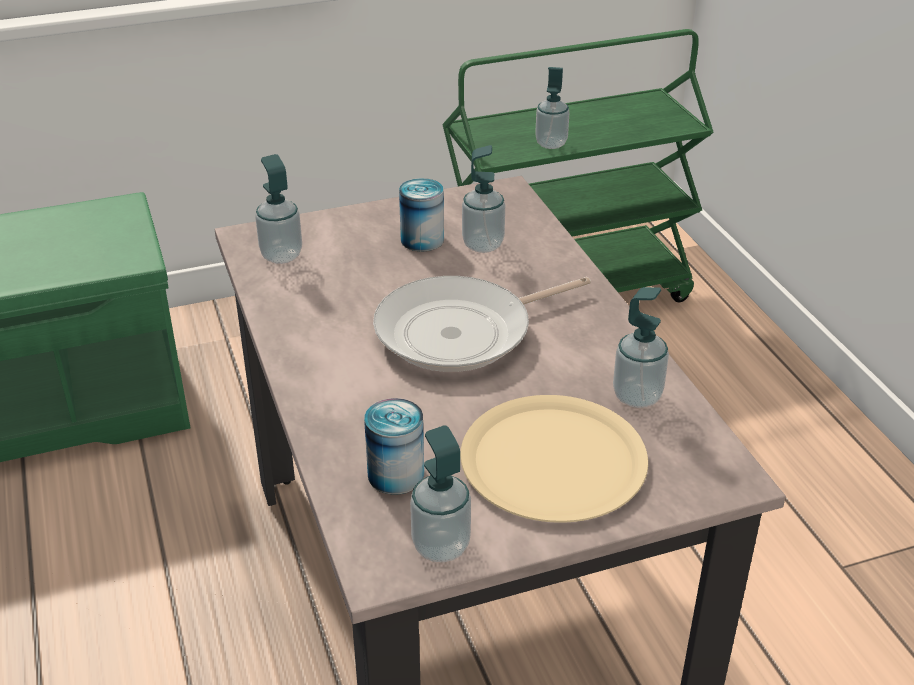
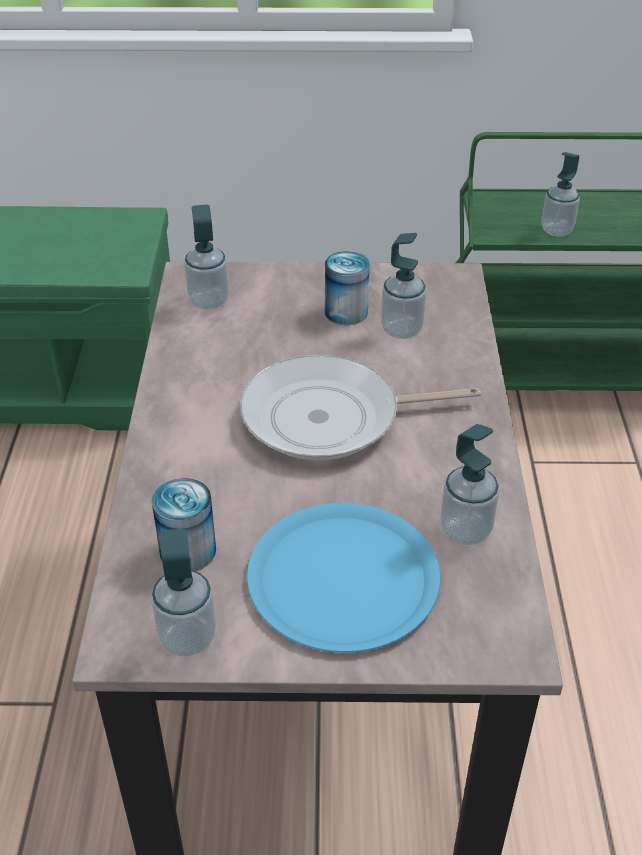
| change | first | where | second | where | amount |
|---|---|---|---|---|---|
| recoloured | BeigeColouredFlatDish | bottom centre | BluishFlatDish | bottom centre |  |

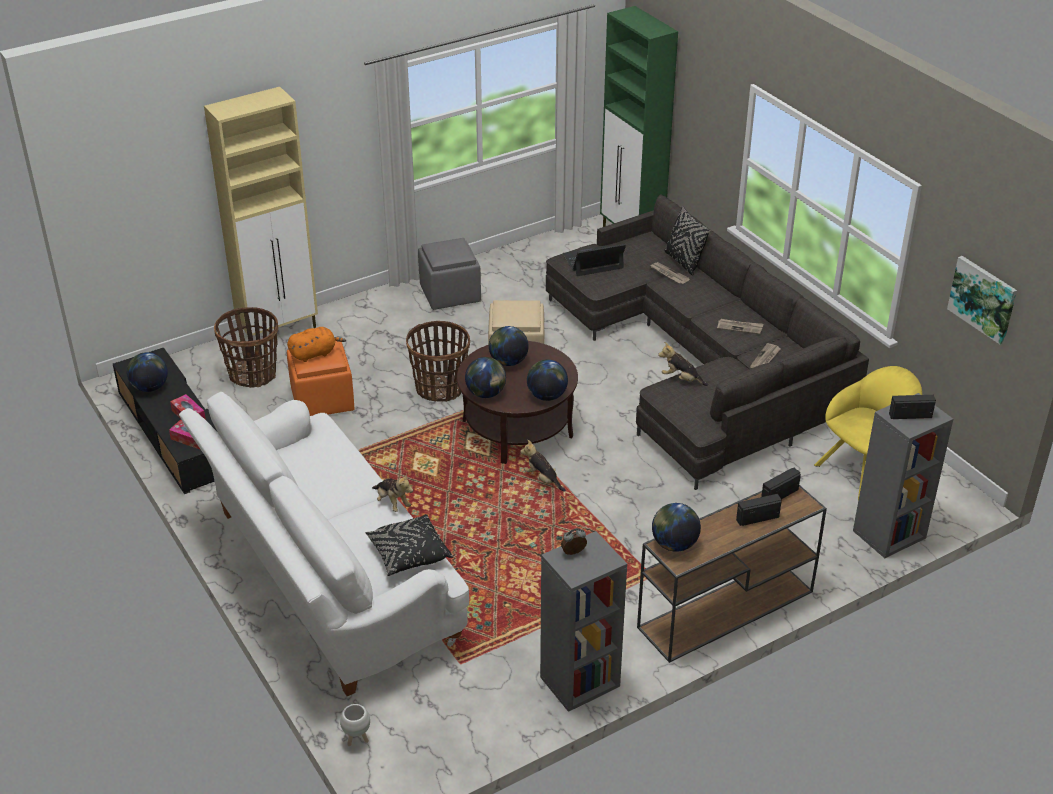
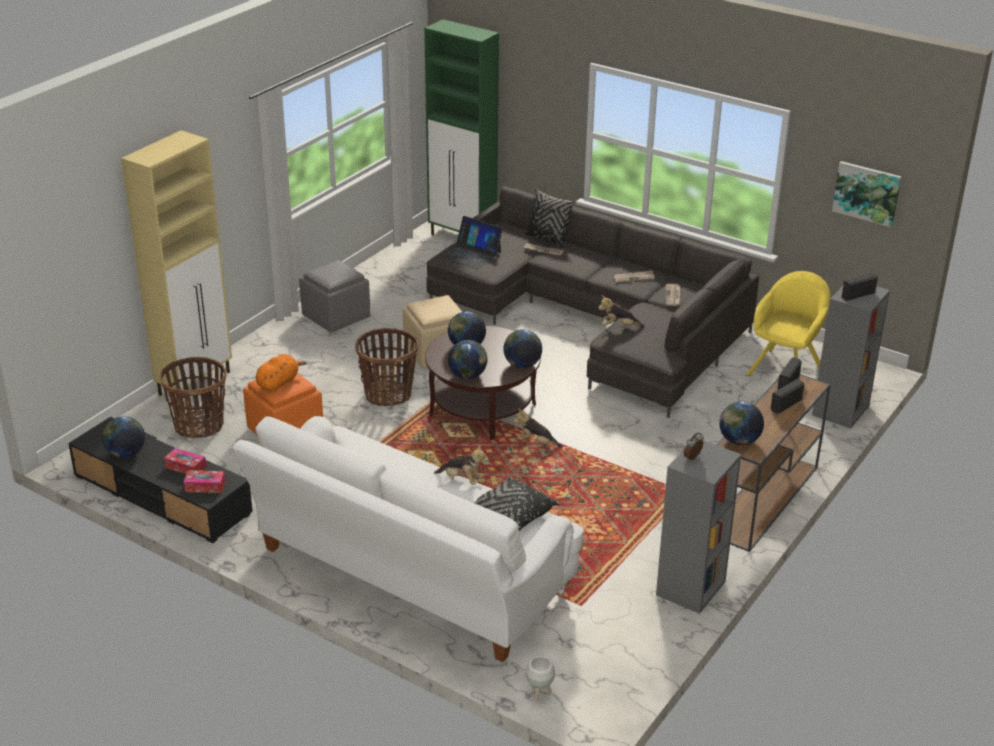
| change | first | where | second | where | amount |
|---|---|---|---|---|---|
| turned | NotebookComputer | top centre |  | top centre | 105 degrees counterclockwise |

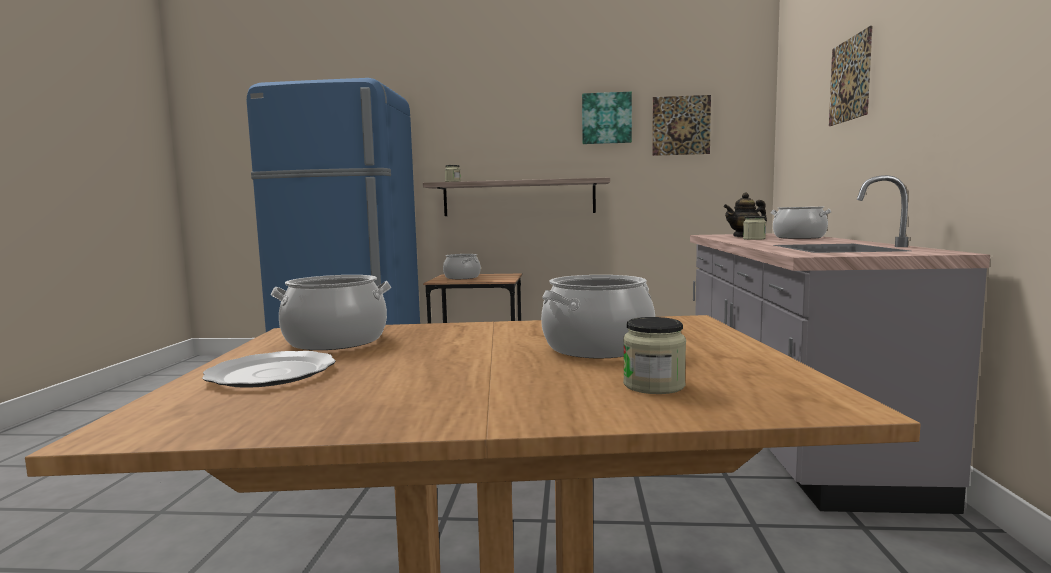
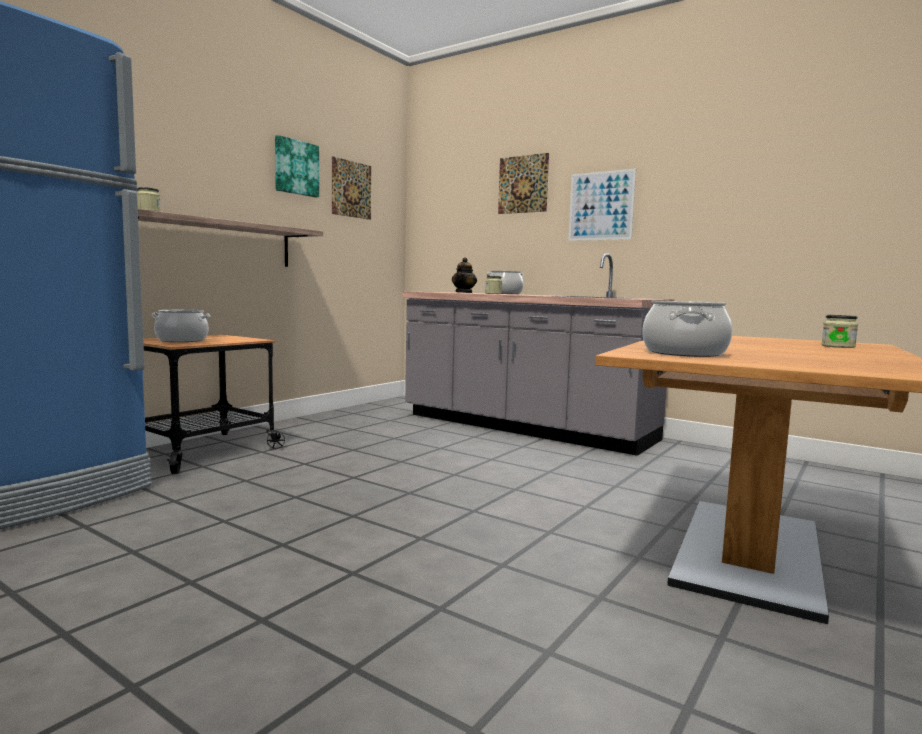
| change | first | where | second | where | amount |
|---|---|---|---|---|---|
| removed | FlatDish | middle left |  |  |  |
| removed | Stockpot (3rd from left) | centre |  |  |  |
| added |  |  | Picture (4th from left) | top centre |  |

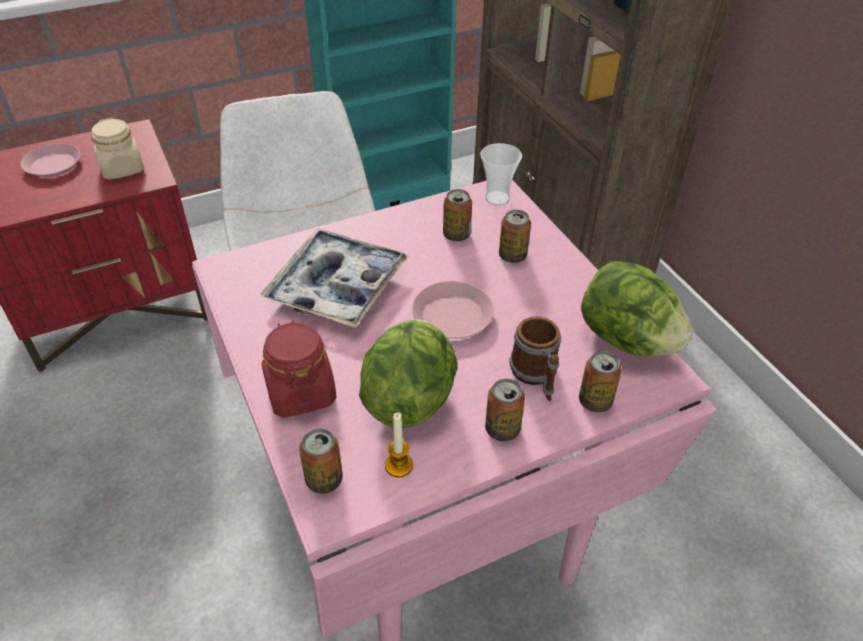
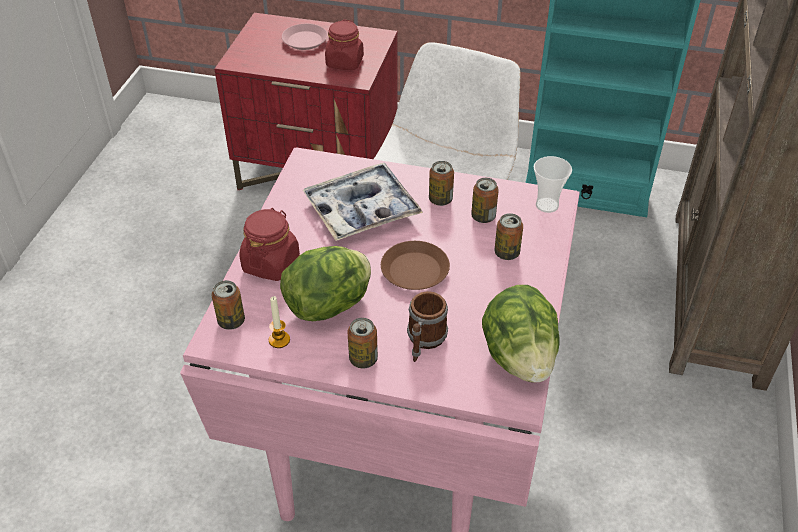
| change | first | where | second | where | amount |
|---|---|---|---|---|---|
| recoloured | BeigeColouredPreserveJar | top left | RedPreserveJar (2nd from left) | top centre |  |
| recoloured | PinkColouredFlatDish (2nd from left) | centre | BrownFlatDish | centre |  |
| moved | Can (5th from left in the first image) | middle right | Can (3rd from left) | centre |  |

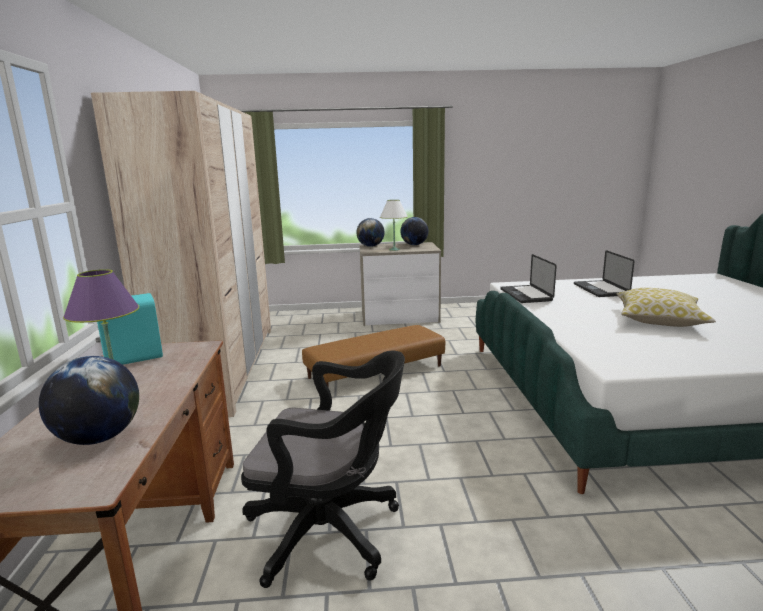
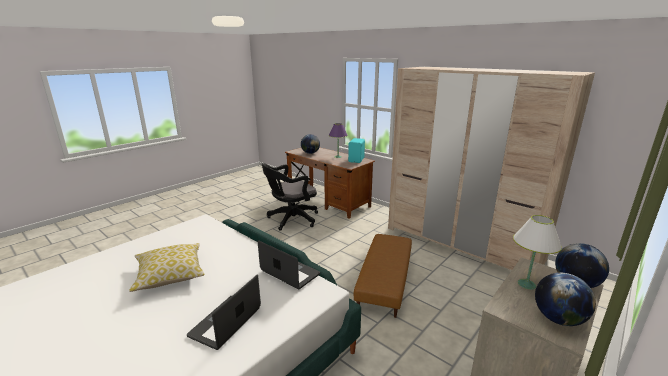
| change | first | where | second | where | amount |
|---|---|---|---|---|---|
| turned | NotebookComputer (2nd from left in the first image) | middle right | NotebookComputer (1st from left) | bottom centre | 105 degrees counterclockwise |

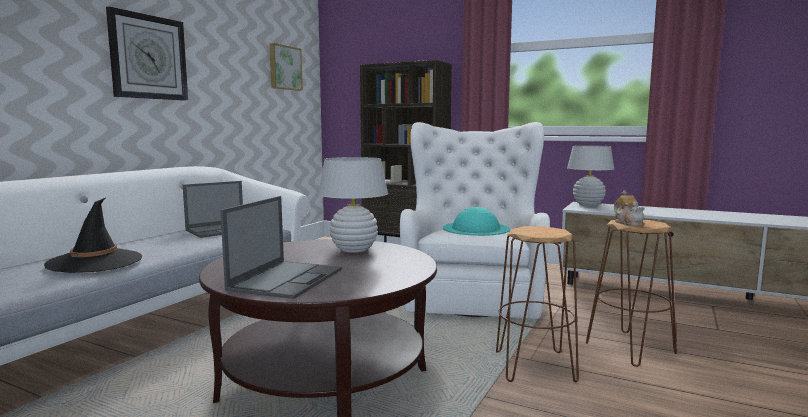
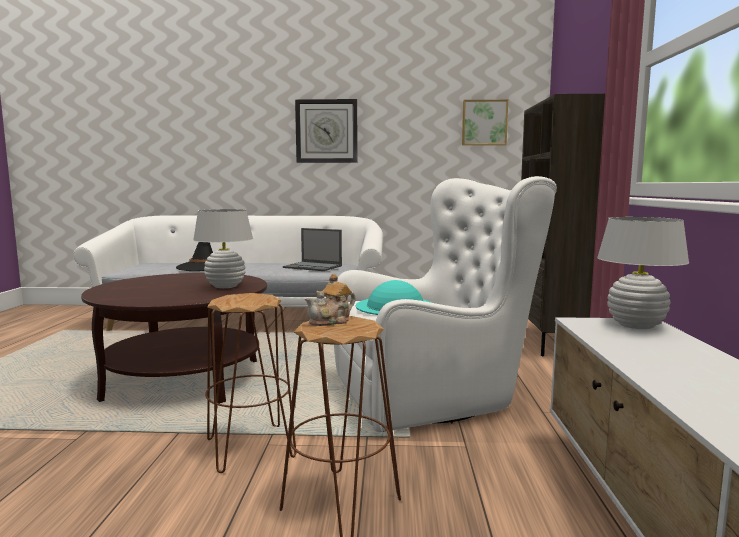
| change | first | where | second | where | amount |
|---|---|---|---|---|---|
| removed | NotebookComputer (2nd from left) | centre |  |  |  |

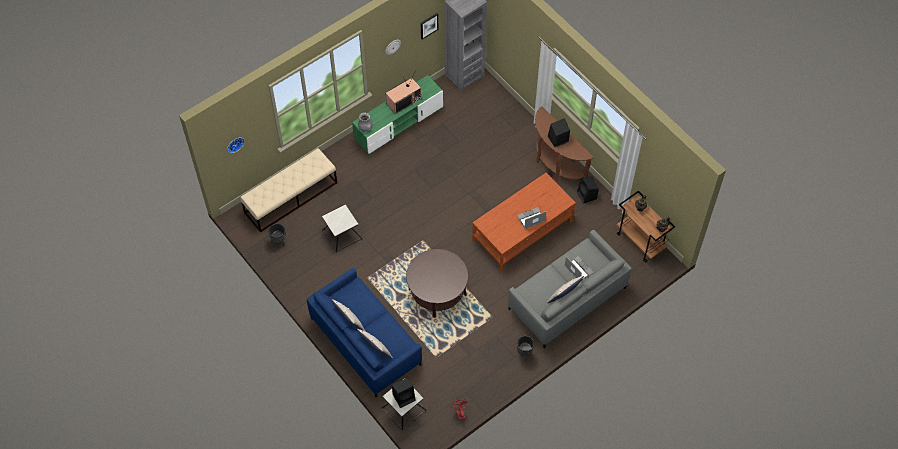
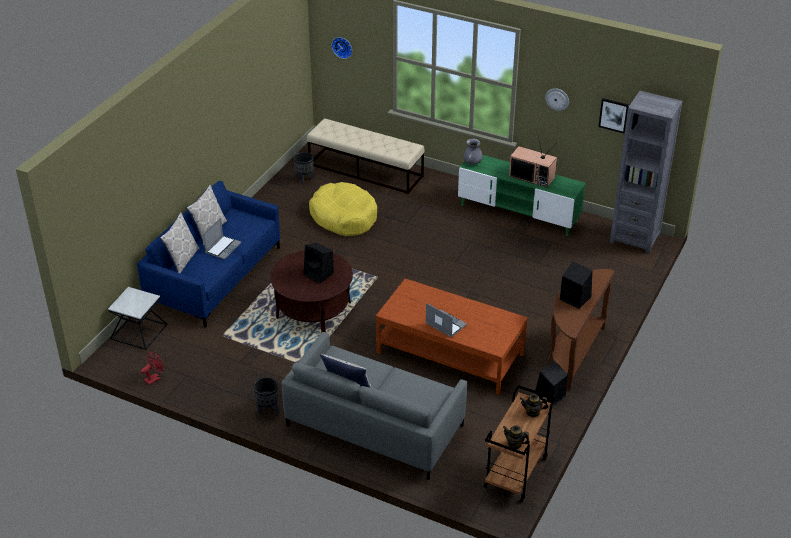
| change | first | where | second | where | amount |
|---|---|---|---|---|---|
| replaced | EndTable (1st from left) | centre | YellowColouredPetBed | centre |  |
| moved | BlackColouredLoudspeaker (1st from left) | bottom centre |  | centre |  |
| moved | NotebookComputer (2nd from left in the first image) | centre | NotebookComputer (1st from left) | middle left |  |

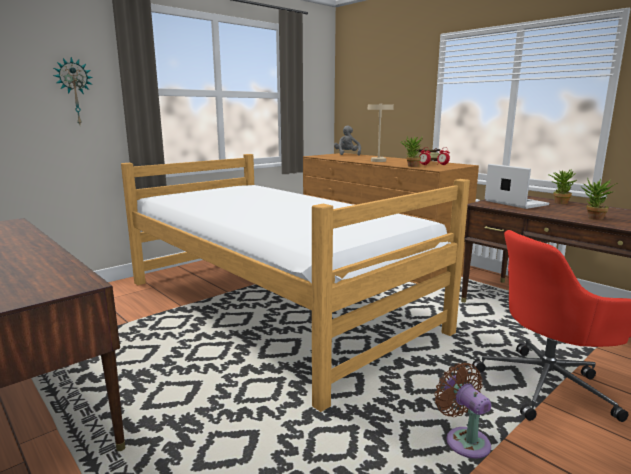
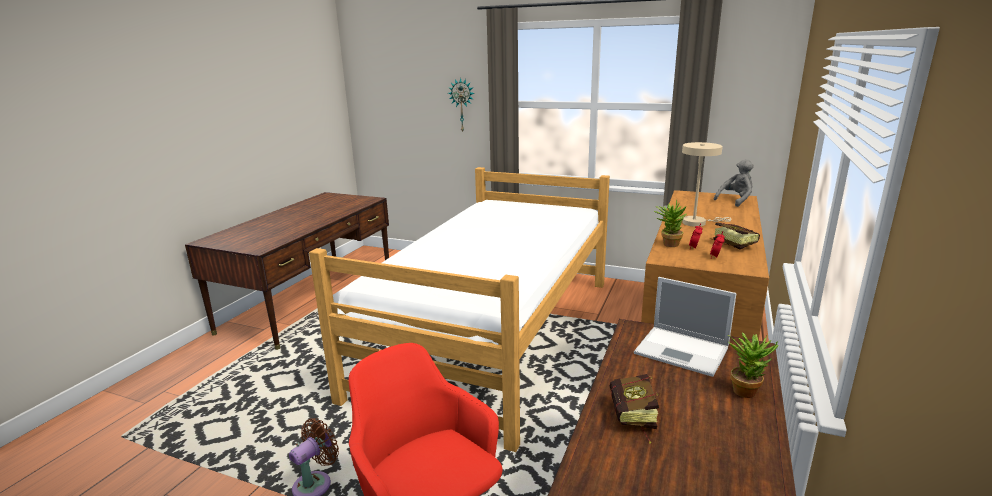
| change | first | where | second | where | amount |
|---|---|---|---|---|---|
| turned | NotebookComputer | middle right |  | middle right | 90 degrees clockwise |
| replaced | Houseplant (3rd from left) | middle right | Volume (1st from left) | bottom centre |  |

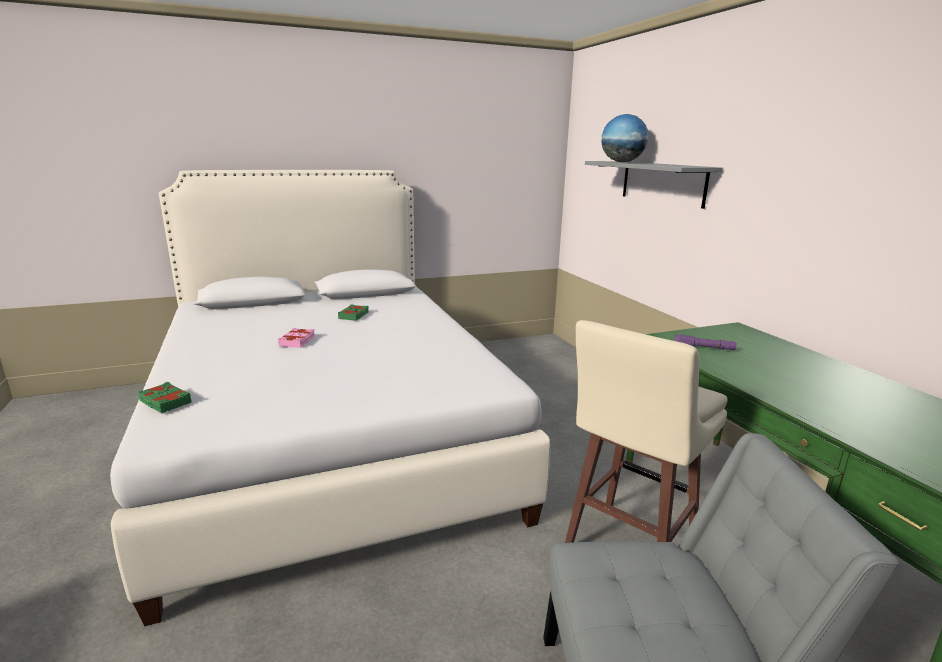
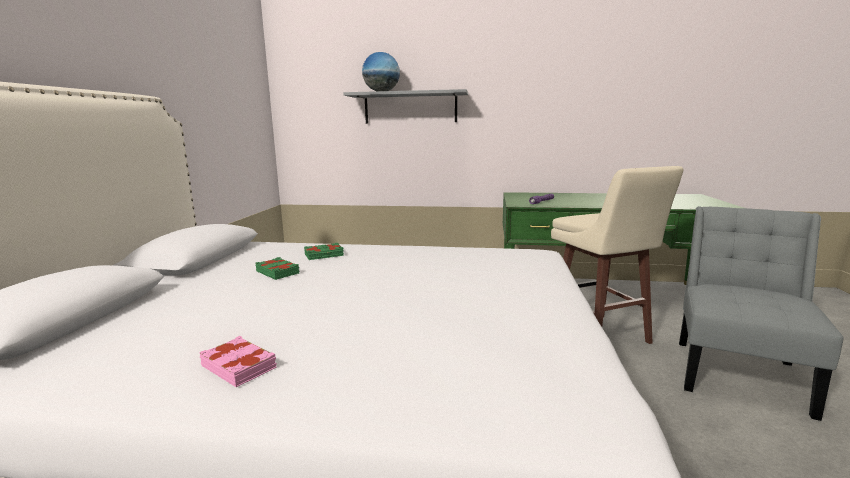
| change | first | where | second | where | amount |
|---|---|---|---|---|---|
| moved | GreenColouredVolume (1st from left in the first image) | middle left | GreenColouredVolume (2nd from left) | centre |  |
| moved | PinkColouredVolume | middle left |  | bottom left |  |

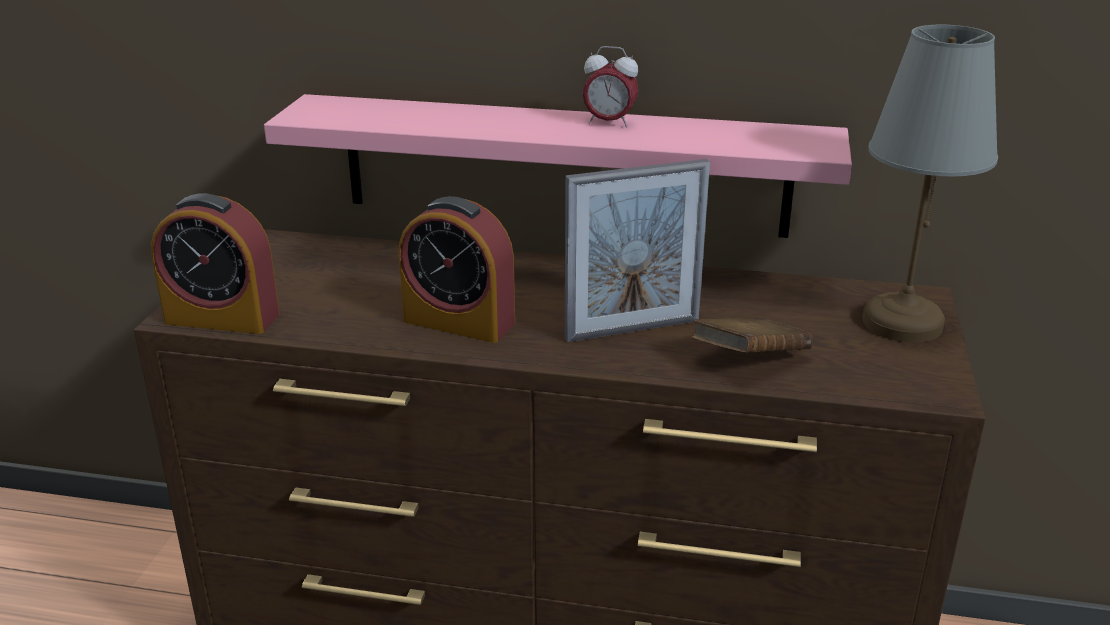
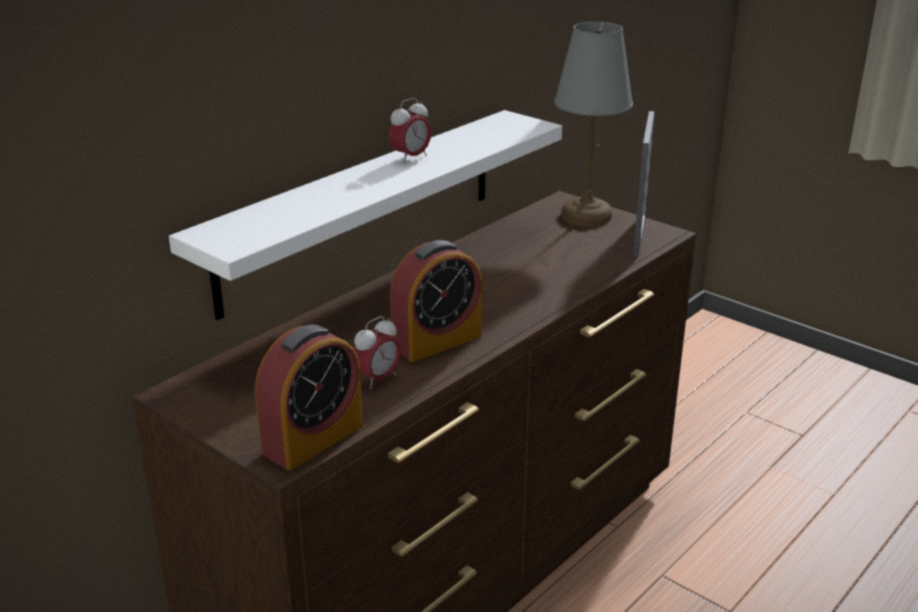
| change | first | where | second | where | amount |
|---|---|---|---|---|---|
| recoloured | PinkColouredShelf | top centre | WhiteColouredShelf | centre |  |
| moved | PictureFrame | centre |  | top right |  |
| removed | BrownVolume | middle right |  |  |  |
| added |  |  | TableClock (2nd from left) | centre |  |

